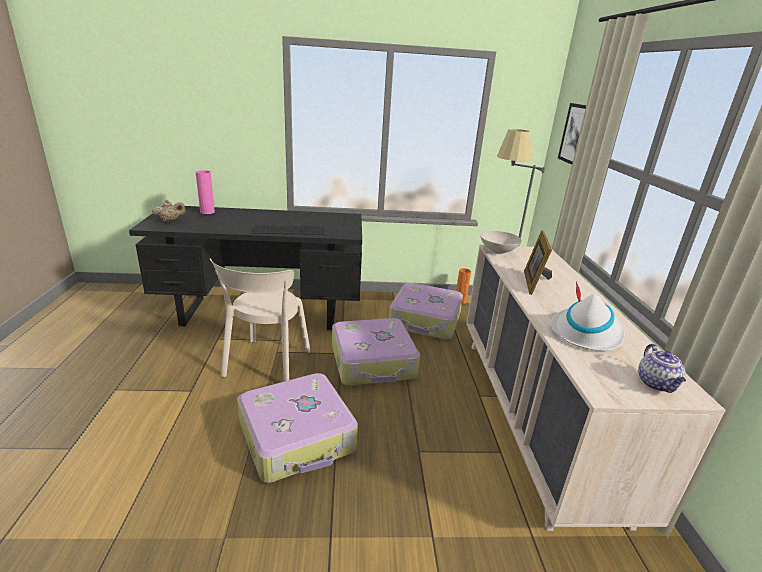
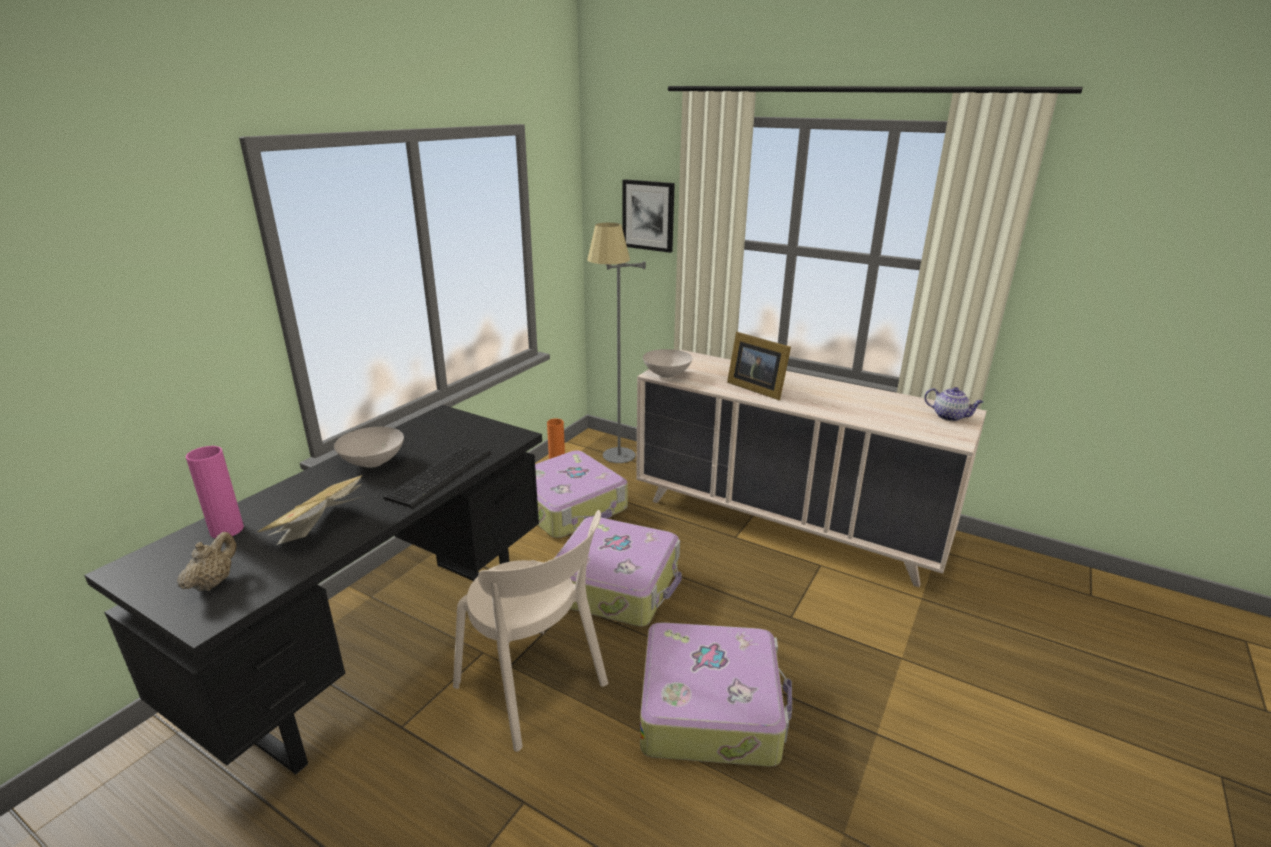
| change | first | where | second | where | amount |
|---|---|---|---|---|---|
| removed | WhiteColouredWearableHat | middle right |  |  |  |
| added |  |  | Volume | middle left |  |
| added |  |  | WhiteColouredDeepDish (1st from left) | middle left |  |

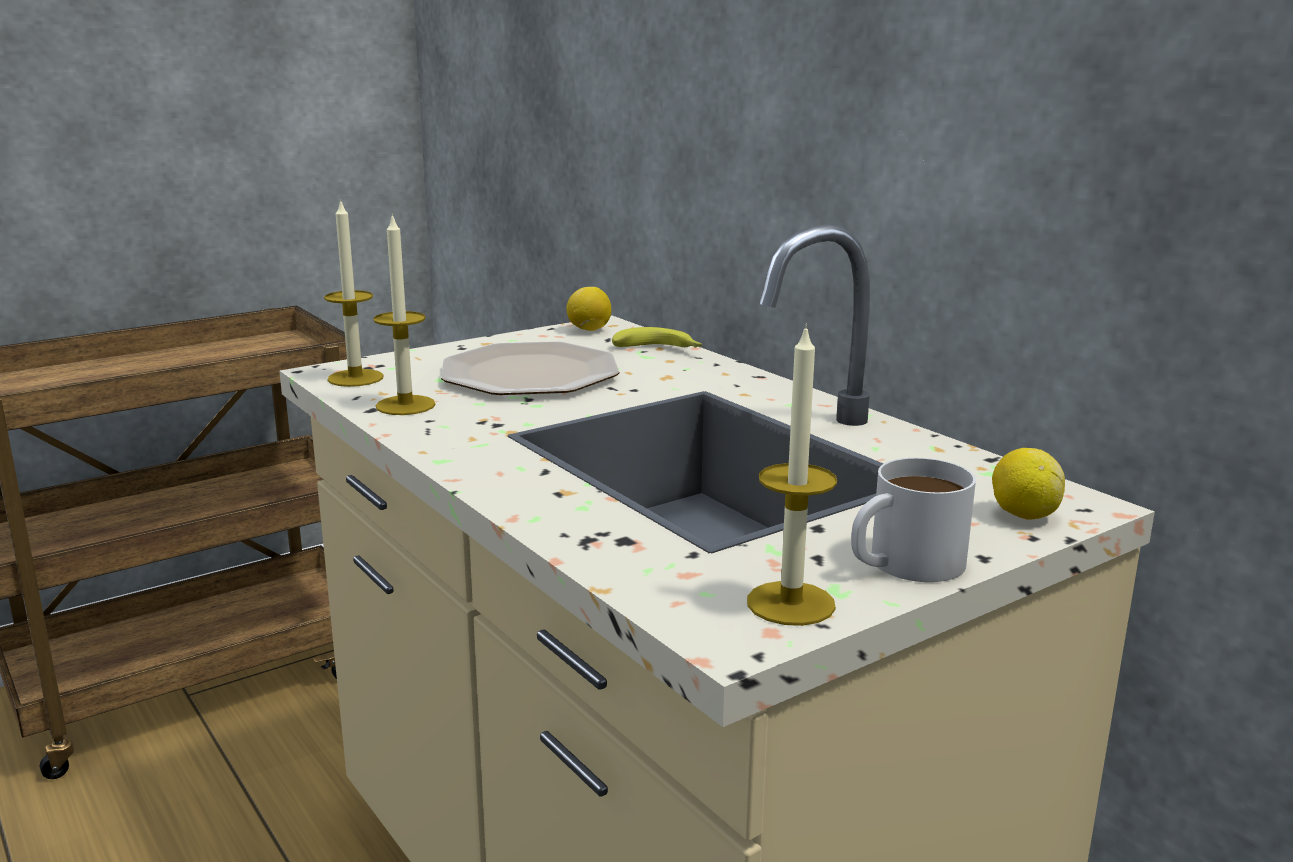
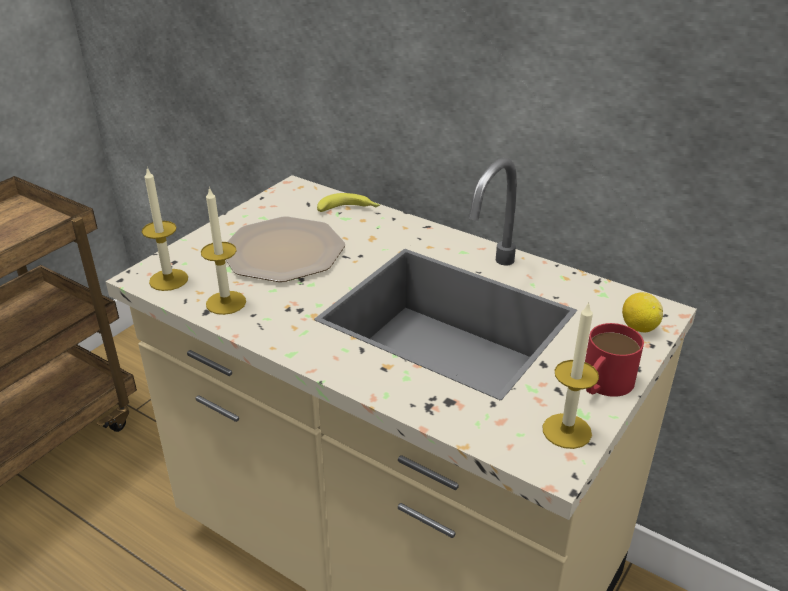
| change | first | where | second | where | amount |
|---|---|---|---|---|---|
| removed | CitrusFruit (1st from left) | centre |  |  |  |
| recoloured | WhiteColouredCoffeeMug | middle right | RedCoffeeMug | middle right |  |

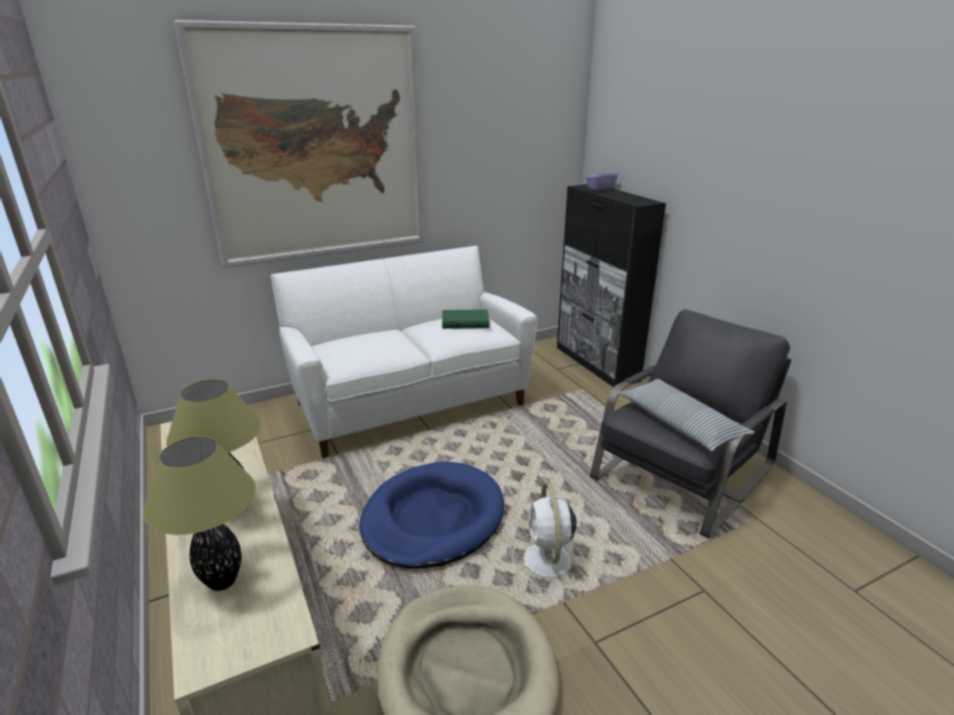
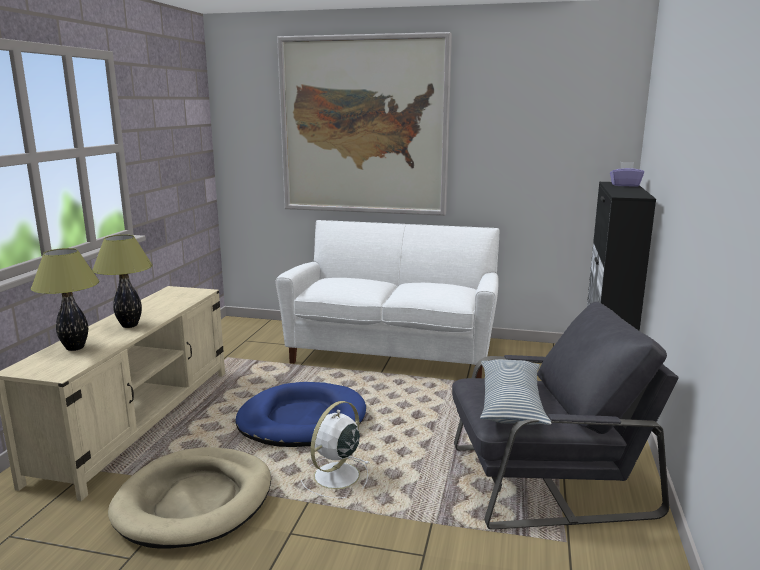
| change | first | where | second | where | amount |
|---|---|---|---|---|---|
| removed | GreenColouredVolume | centre |  |  |  |

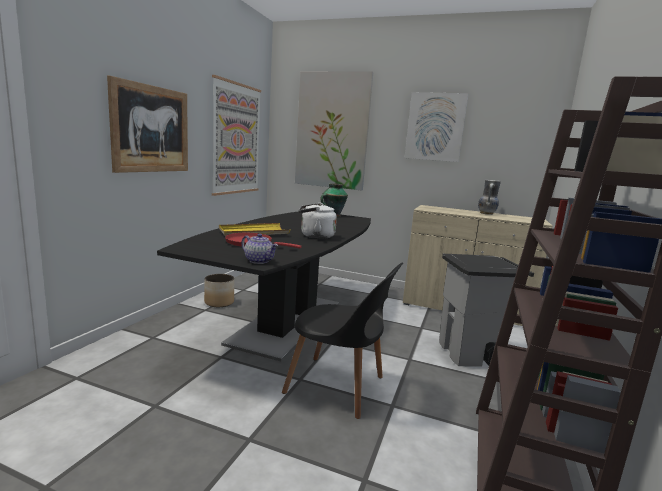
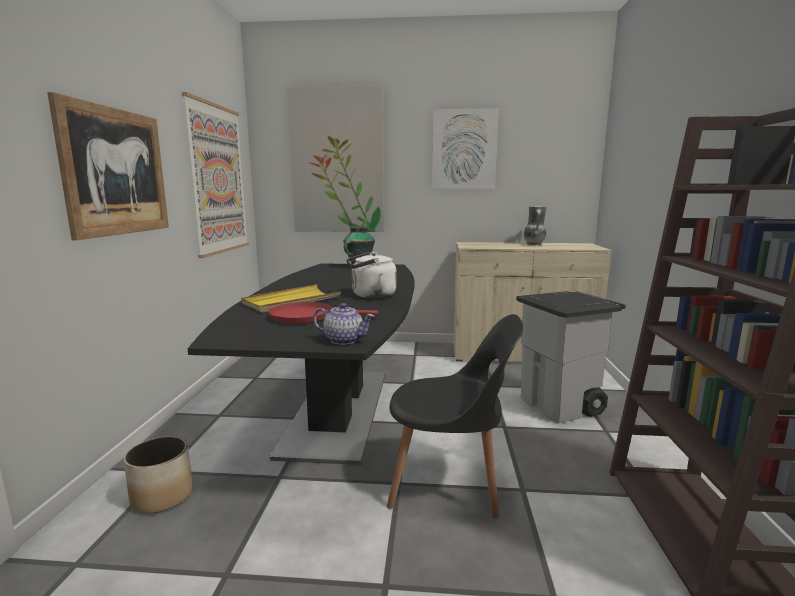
| change | first | where | second | where | amount |
|---|---|---|---|---|---|
| moved | PlantPot | middle left |  | bottom left |  |

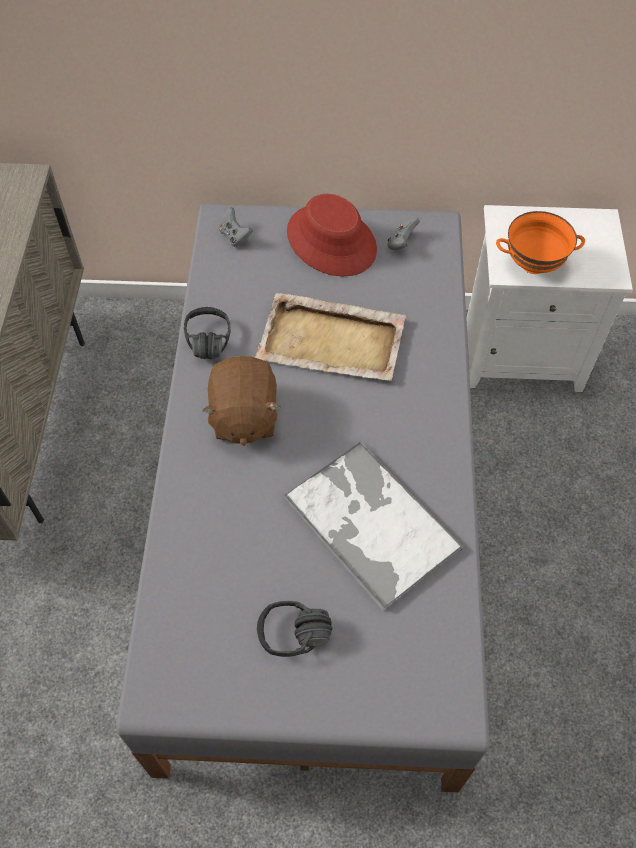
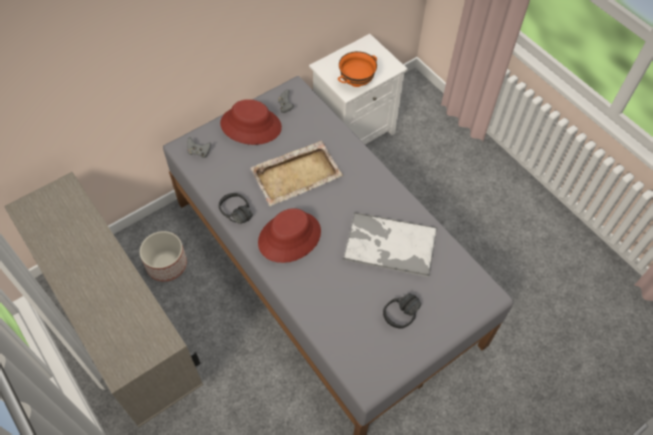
| change | first | where | second | where | amount |
|---|---|---|---|---|---|
| replaced | BrownPlushToy | centre | RedWearableHat (2nd from left) | centre |  |
| added |  |  | PlantPot | middle left |  |

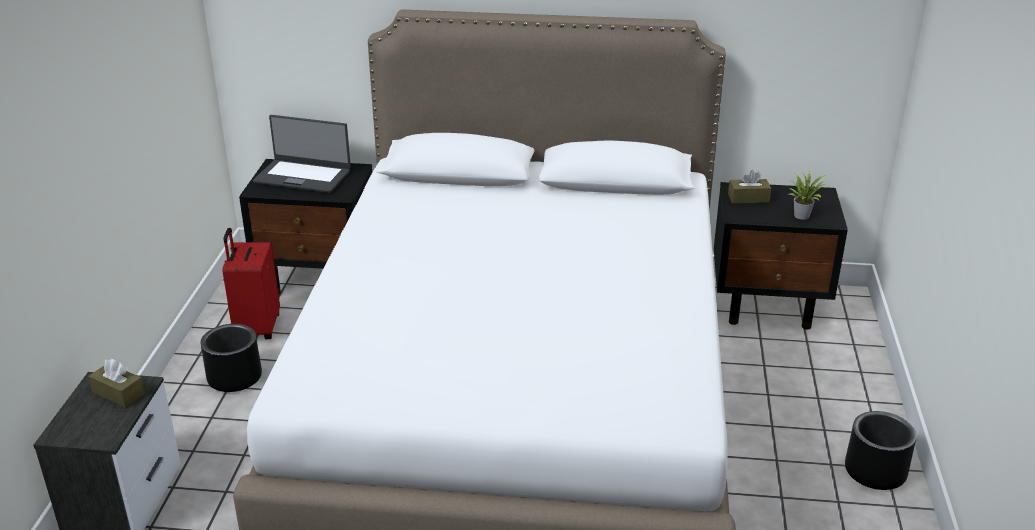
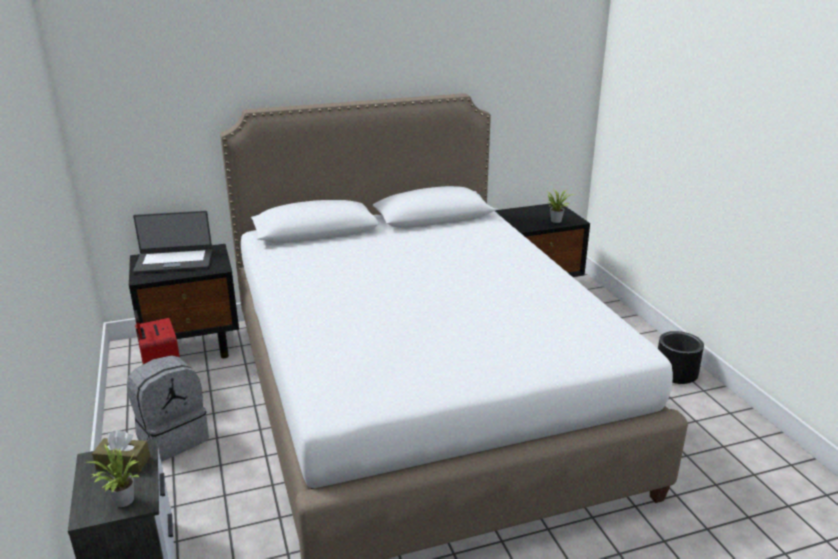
| change | first | where | second | where | amount |
|---|---|---|---|---|---|
| replaced | BlackColouredPlantPot (1st from left) | bottom left | GreyBackpack | bottom left |  |
| removed | BrownTissueHolder (2nd from left) | middle right |  |  |  |
| added |  |  | Houseplant (1st from left) | bottom left |  |

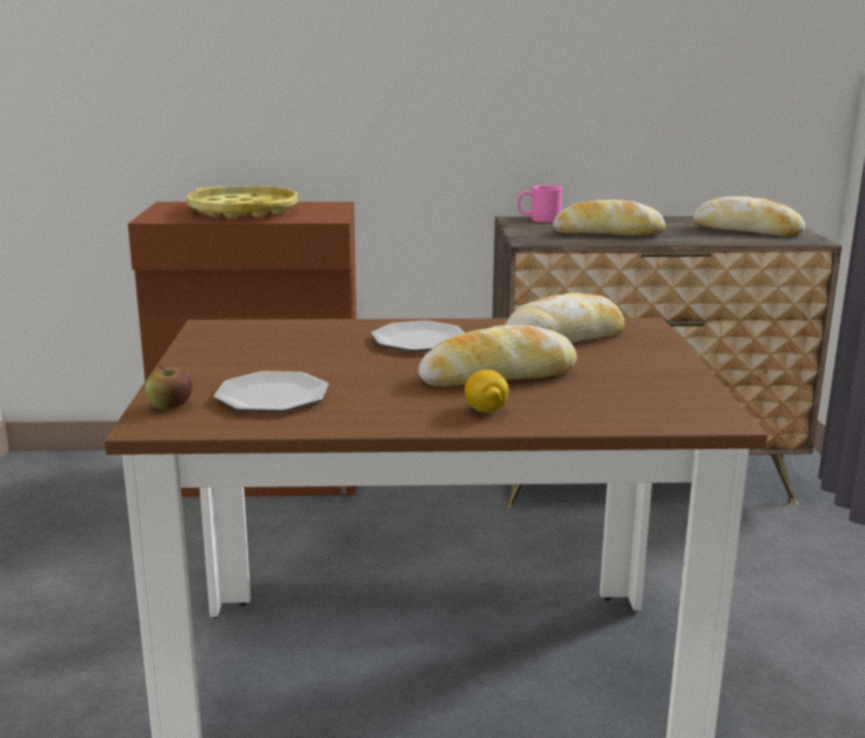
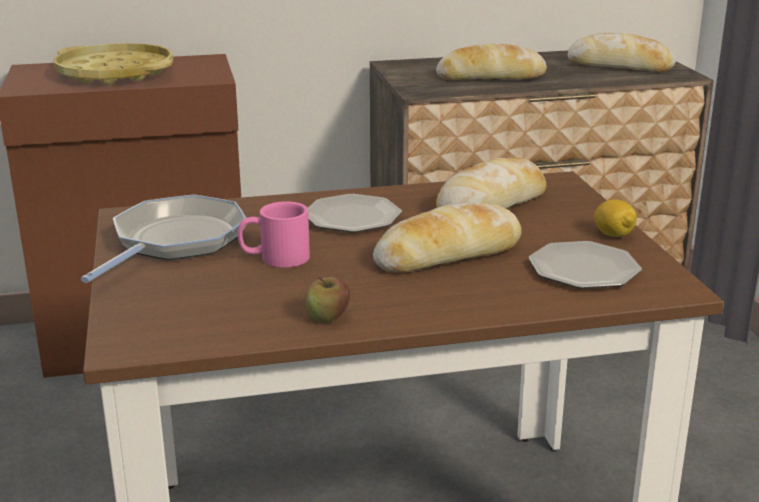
| change | first | where | second | where | amount |
|---|---|---|---|---|---|
| moved | AppleFruit | middle left |  | centre |  |
| moved | FlatDish (1st from left in the first image) | middle left | FlatDish (2nd from left) | middle right |  |
| moved | CitrusFruit | centre |  | middle right |  |
| moved | PinkColouredCoffeeMug | top centre |  | centre |  |
| added |  |  | Pan | middle left |  |

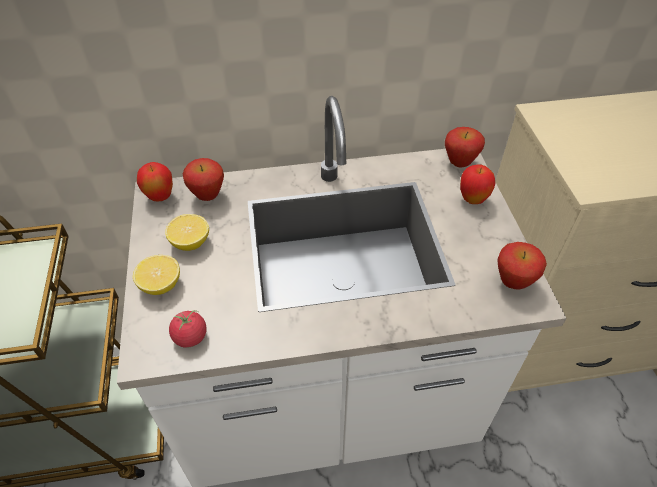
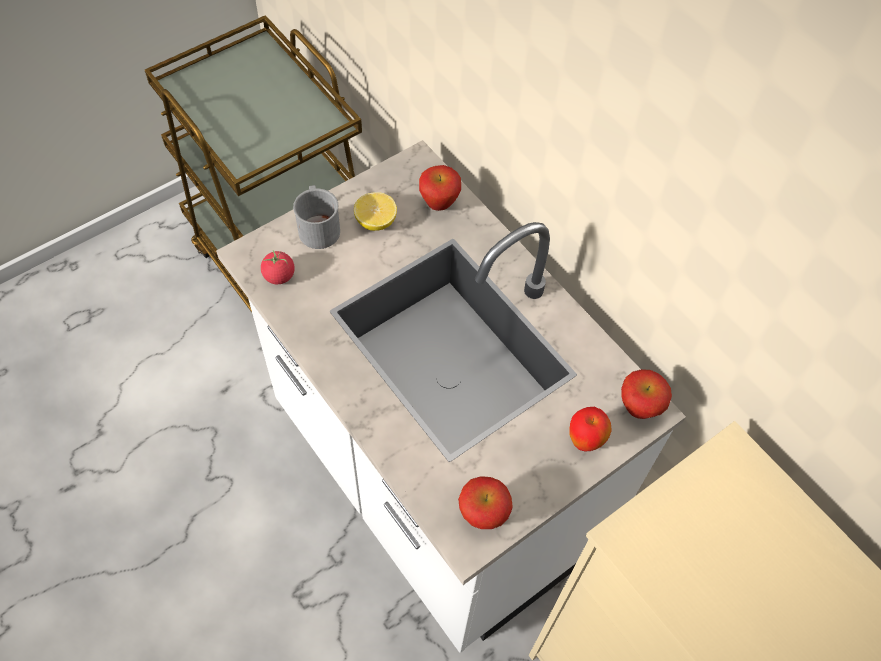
| change | first | where | second | where | amount |
|---|---|---|---|---|---|
| replaced | CitrusFruit (1st from left) | middle left | GreyCoffeeMug | top centre |  |
| removed | AppleFruit (1st from left) | middle left |  |  |  |

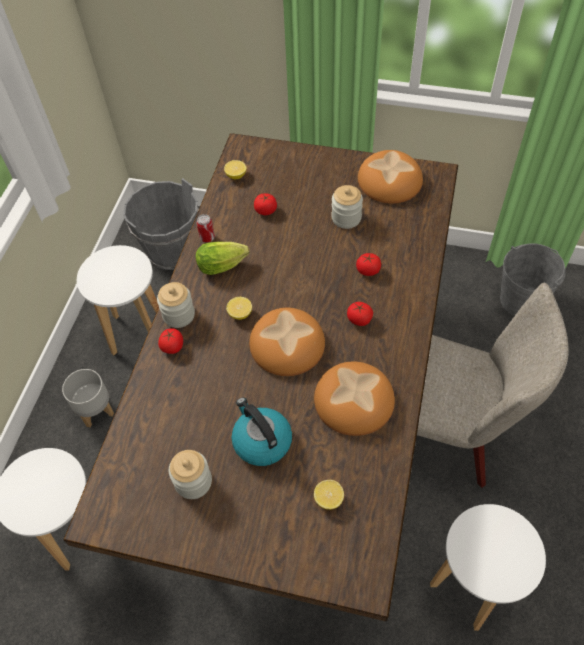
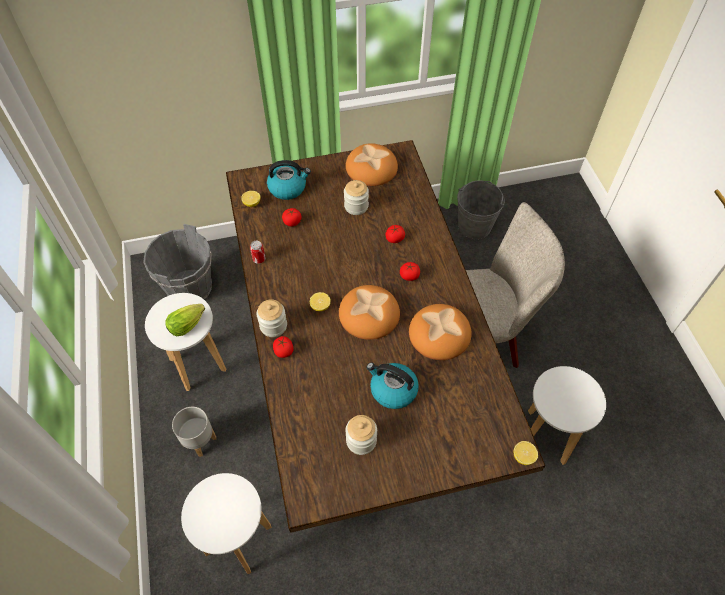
| change | first | where | second | where | amount |
|---|---|---|---|---|---|
| moved | Lettuce | centre |  | middle left |  |
| moved | CitrusFruit (3rd from left) | bottom centre |  | bottom right |  |
| added |  |  | Kettle (1st from left) | top centre |  |

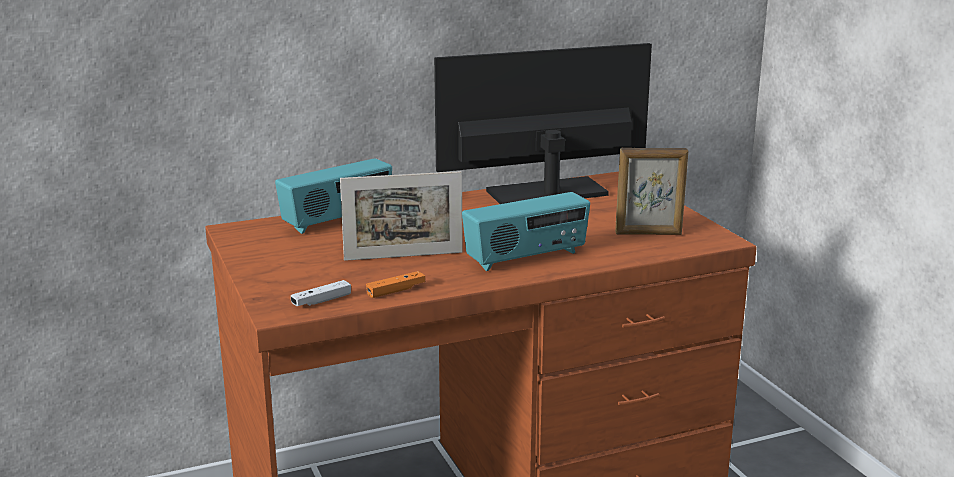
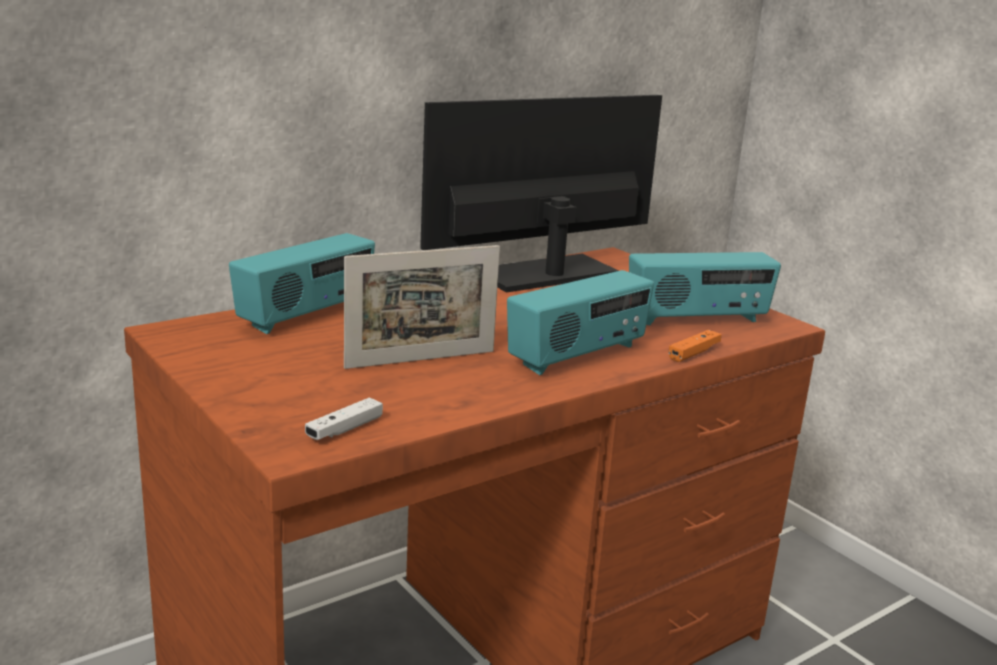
| change | first | where | second | where | amount |
|---|---|---|---|---|---|
| moved | OrangeJoypad | centre |  | middle right |  |
| replaced | PictureFrame (2nd from left) | middle right | RadioSet (3rd from left) | middle right |  |

